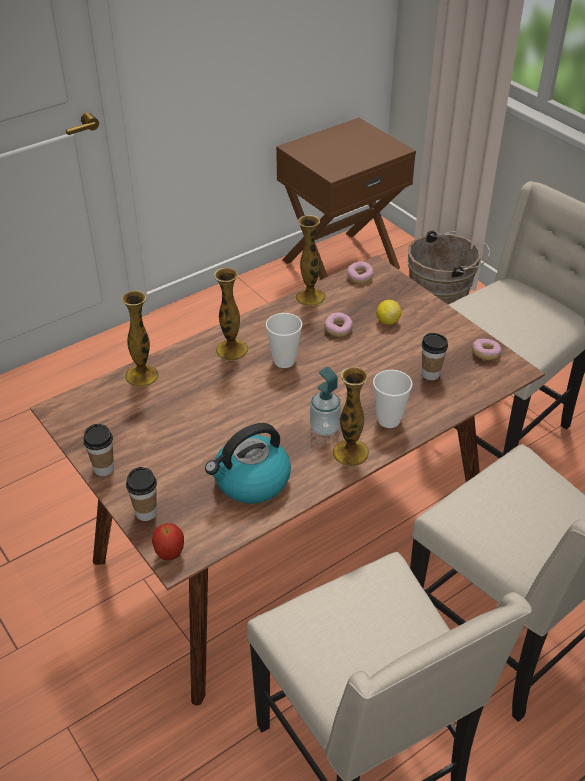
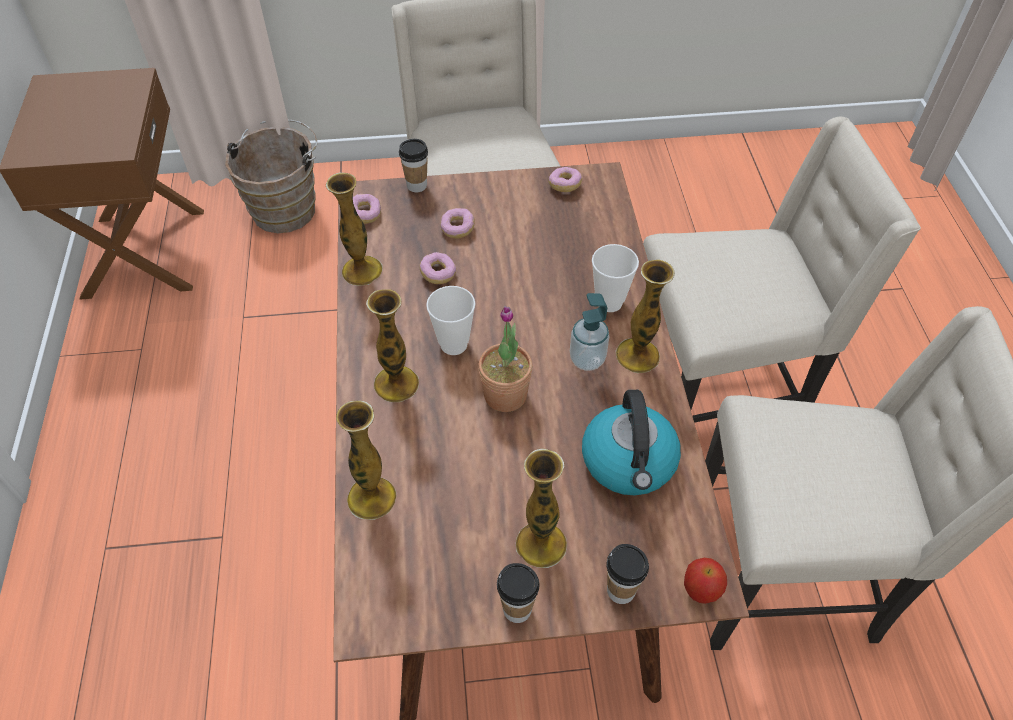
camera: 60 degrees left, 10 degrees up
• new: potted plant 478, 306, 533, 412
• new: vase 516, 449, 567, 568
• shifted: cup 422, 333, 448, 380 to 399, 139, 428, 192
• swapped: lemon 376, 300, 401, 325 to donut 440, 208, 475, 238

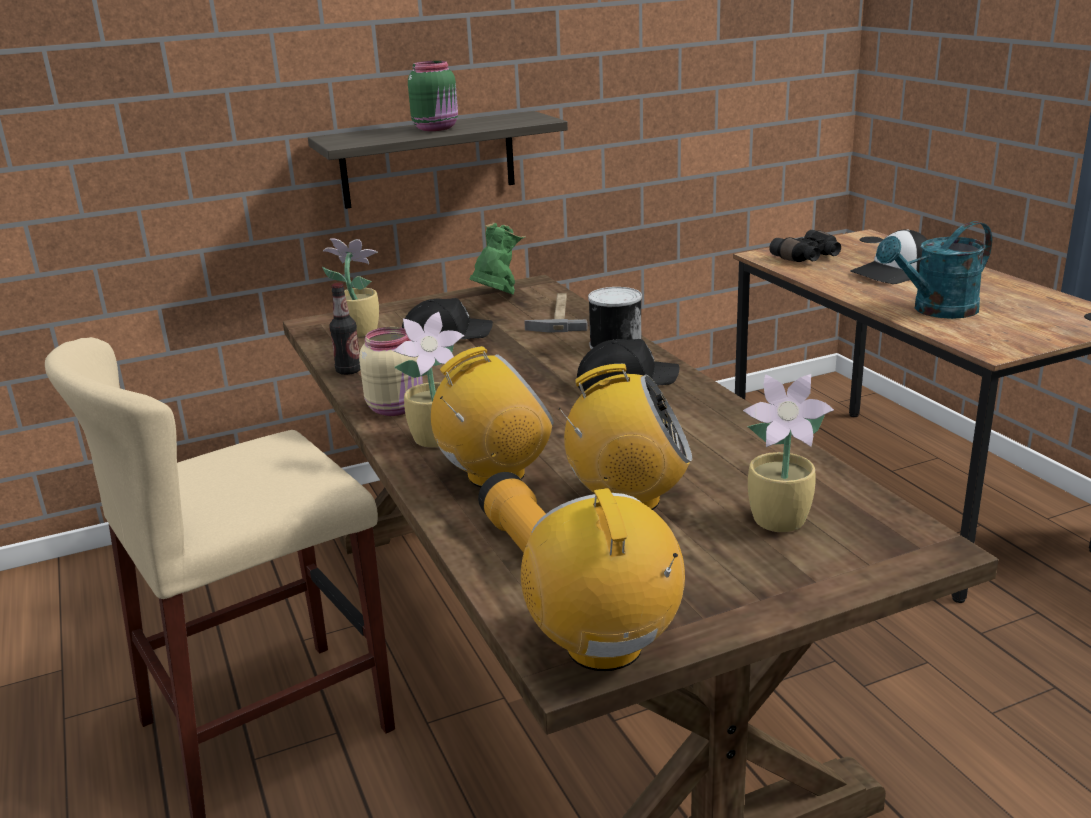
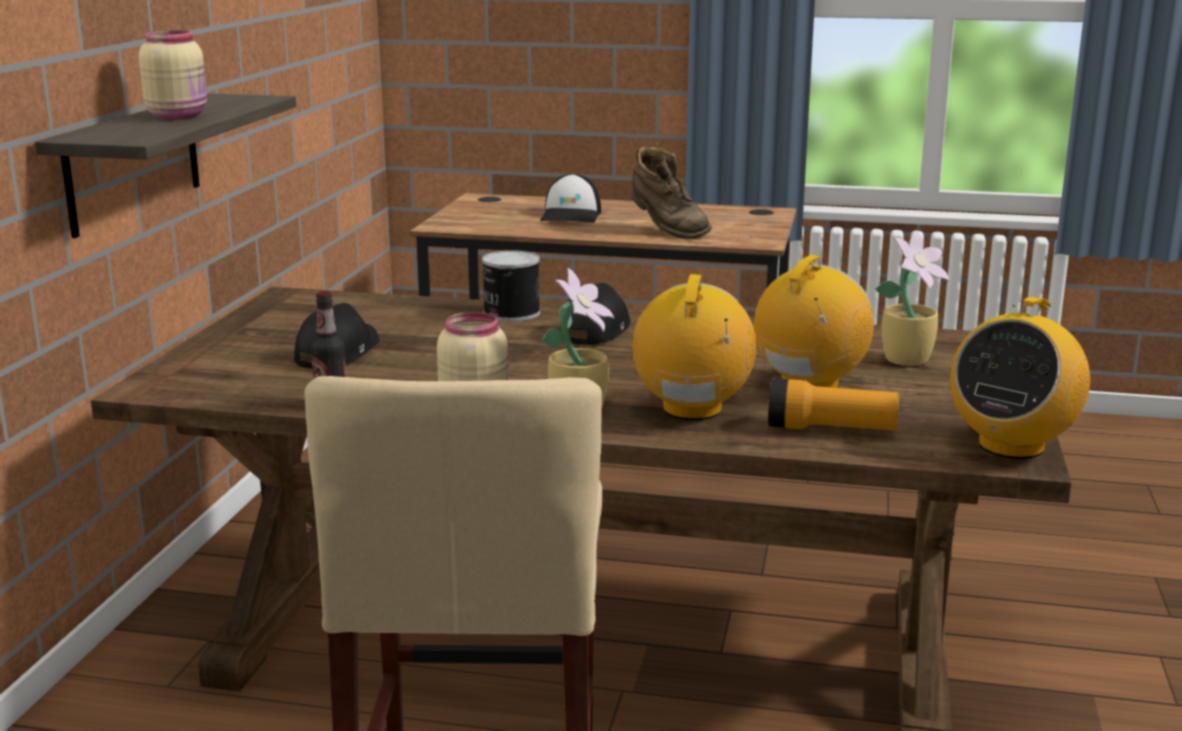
camera: 55 degrees left, 5 degrees down
• gone: potted plant 322, 238, 379, 337
• gone: boot (green) 469, 223, 526, 295
• gone: hammer 524, 293, 588, 333
• gone: binoculars (black) 769, 230, 841, 262
• swapped: watering can (turquoise) 876, 221, 992, 319 to boot (brown) 632, 147, 712, 239
• repainted: jar (green) 408, 61, 458, 131 to jar (beige) 139, 30, 207, 119
• rotated: radio 521, 488, 685, 671 = 950, 297, 1090, 459 75 degrees counterclockwise

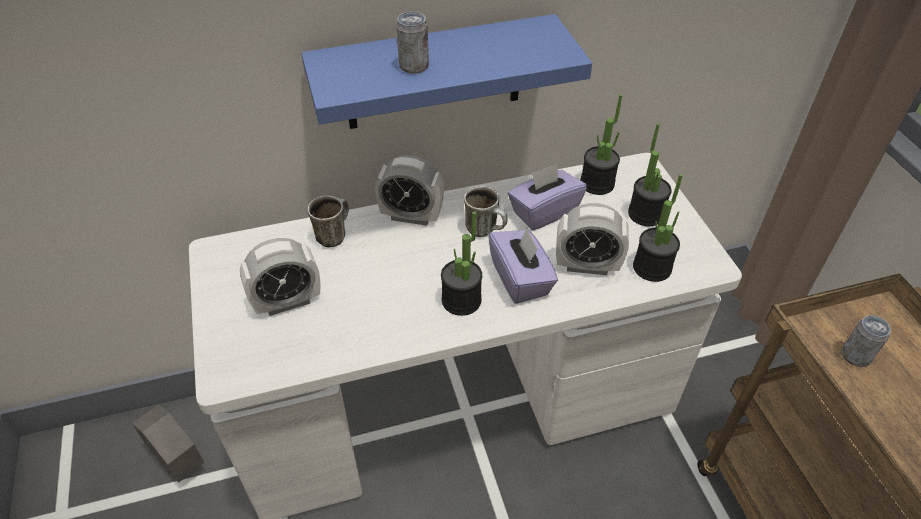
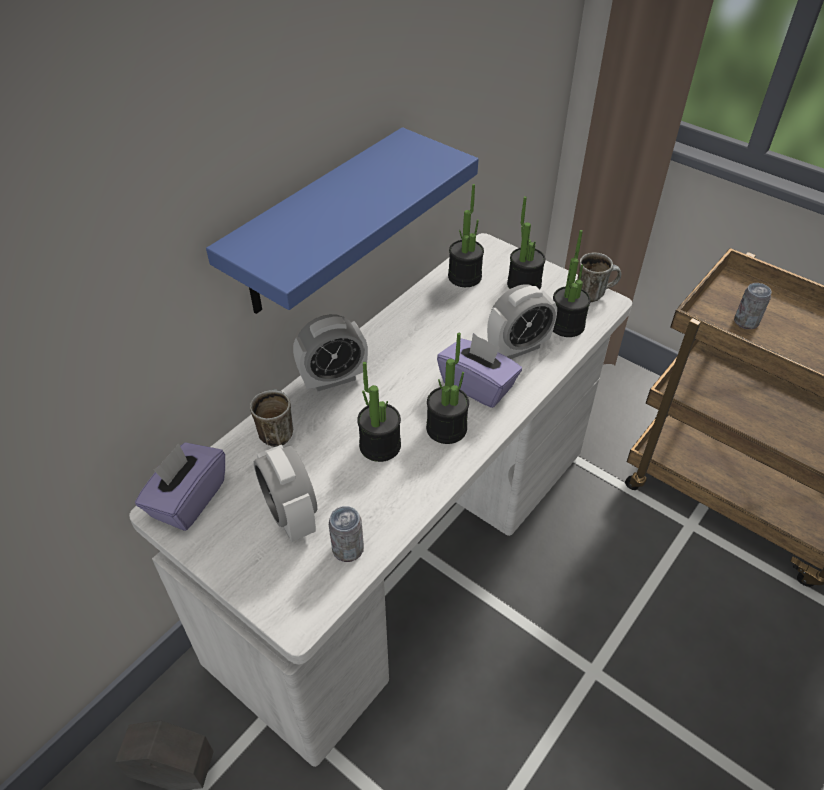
camera: 35 degrees left, 0 degrees up
• new: potted plant 357, 362, 401, 462
• shifted: can 396, 12, 429, 74 to 329, 506, 364, 562
• shifted: mug 464, 186, 508, 237 to 577, 252, 621, 302
• shifted: tissue box (purple) 508, 163, 587, 230 to 135, 442, 225, 531
• rotated: alarm clock 240, 238, 321, 316 = 254, 445, 317, 542 120 degrees clockwise

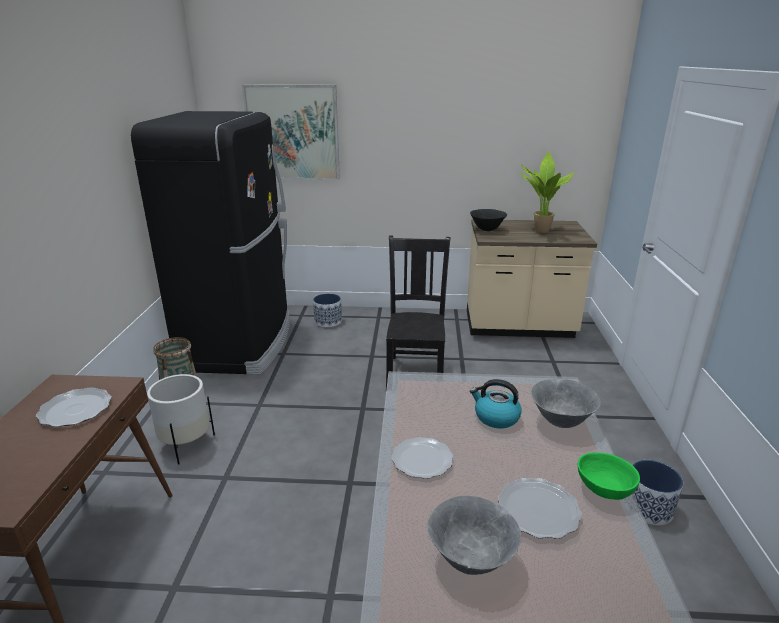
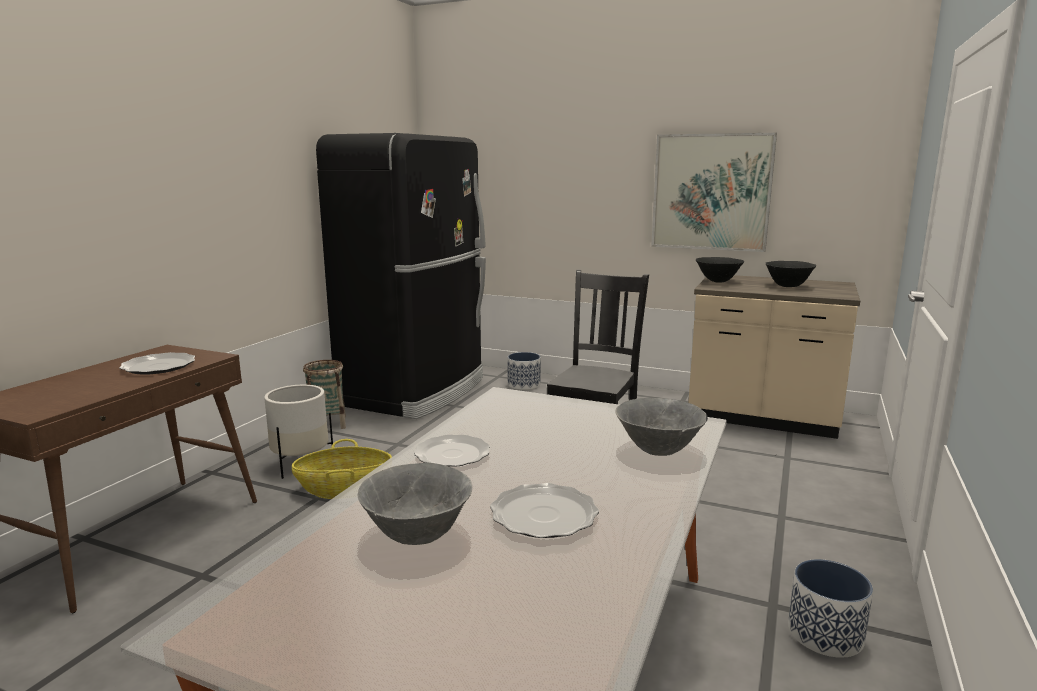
camera: 20 degrees right, 10 degrees down
• gone: kettle 470, 379, 522, 428
• gone: bowl (green) 578, 452, 640, 500
• new: basket 292, 439, 392, 499
• shifted: picture 242, 85, 340, 180 to 651, 133, 777, 252
• swapped: potted plant 521, 152, 575, 233 to bowl (black) 766, 261, 816, 287

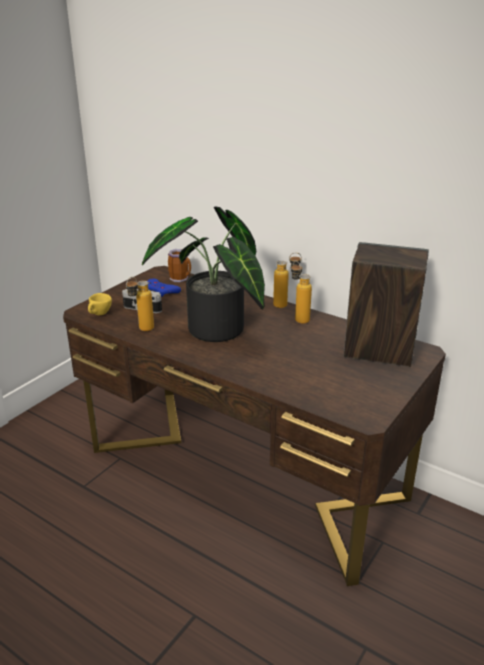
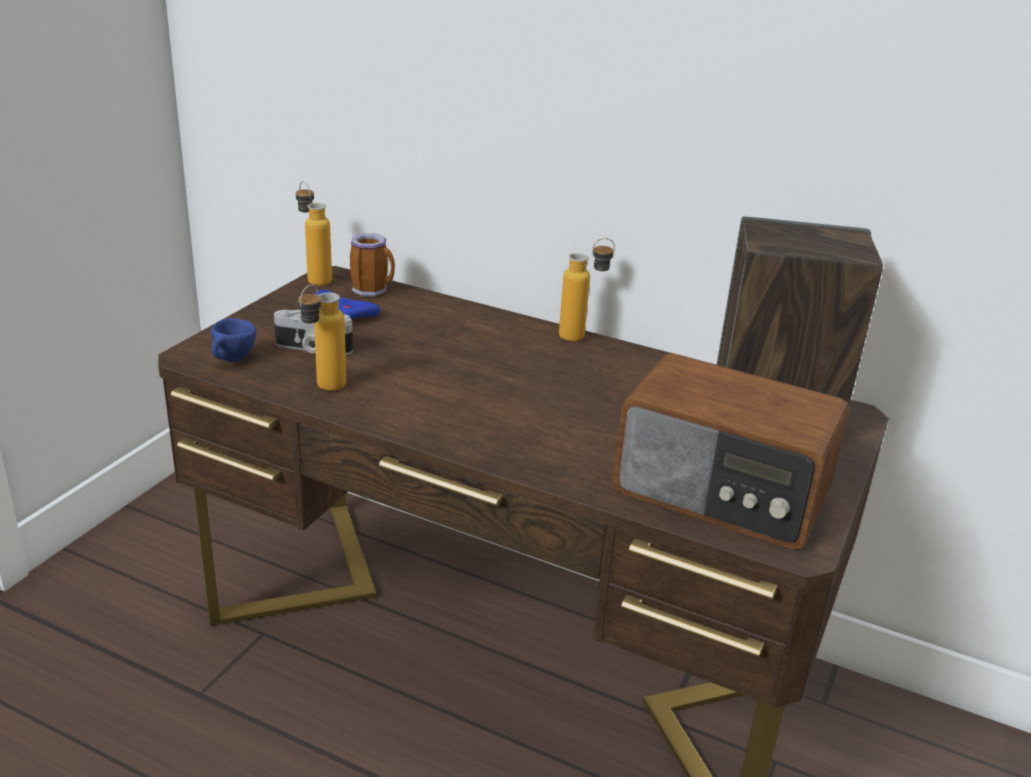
camera: 10 degrees left, 0 degrees up
• gone: potted plant 142, 206, 265, 342
• new: radio 613, 353, 849, 549
• shifted: bottle 291, 261, 312, 324 to 296, 181, 332, 286
• repainted: cup (yellow) 88, 293, 112, 315 to cup (blue) 211, 318, 256, 362

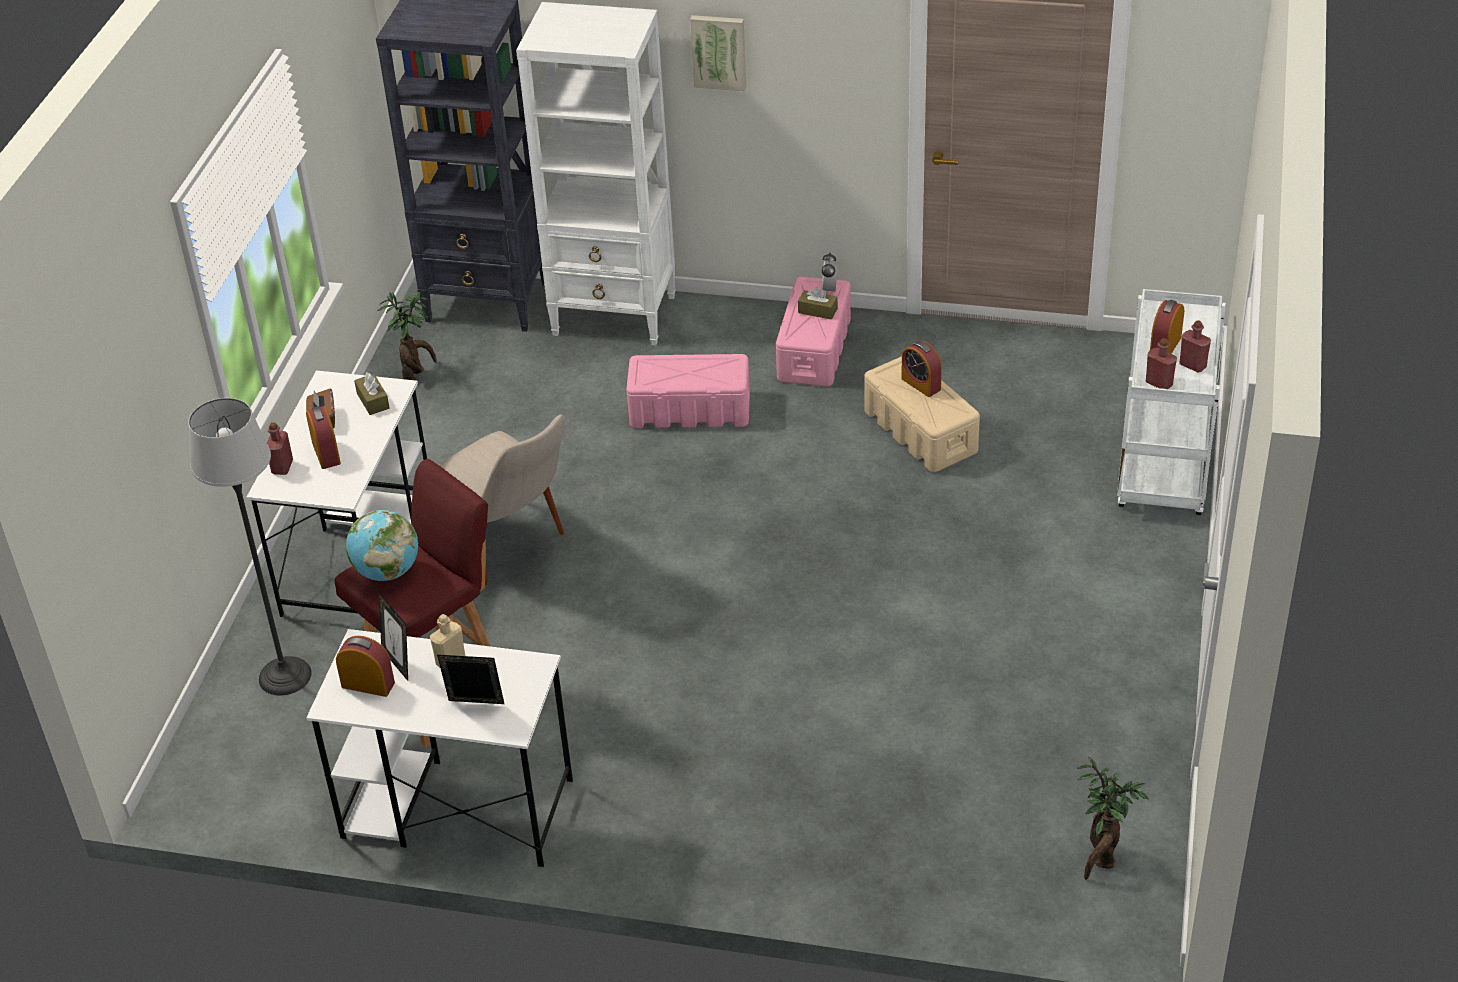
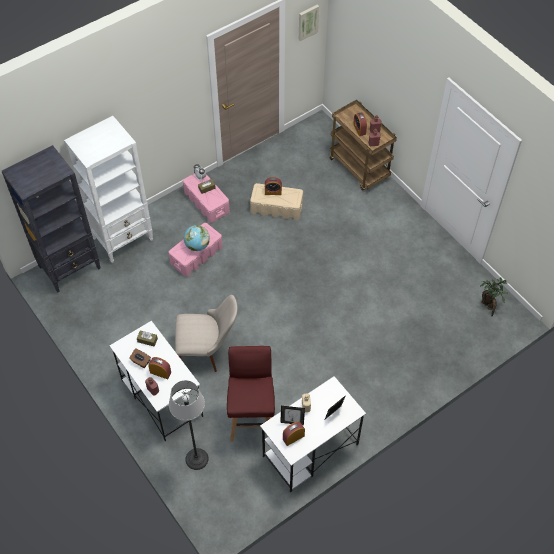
camera: 50 degrees left, 15 degrees up
• gone: potted plant 378, 292, 437, 381
• shifted: globe 346, 510, 419, 581 to 184, 225, 210, 251
• shifted: picture 690, 15, 746, 91 to 299, 5, 319, 41
• repainted: cart (white) 1117, 289, 1226, 515 to cart (brown) 329, 100, 397, 191

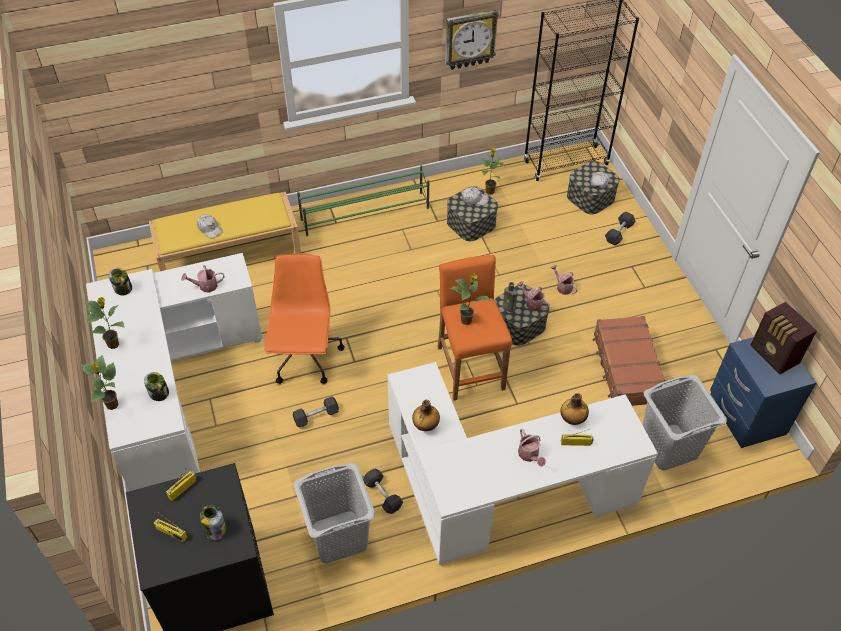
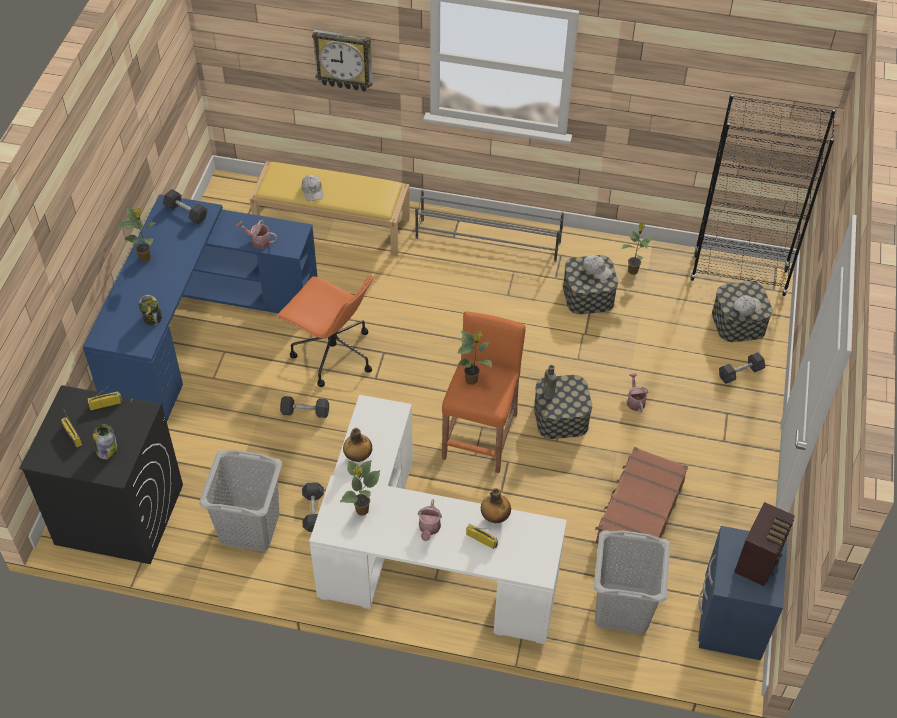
camera: 30 degrees right, 0 degrees up
• gone: watering can 517, 281, 549, 311
• shifted: potted plant 82, 355, 118, 410 to 340, 460, 380, 515
• shifted: wall clock 445, 9, 499, 70 to 312, 29, 373, 91
• swapped: jar 109, 268, 132, 295 to dumbbell (grey) 163, 189, 208, 224
• repainted: desk (white) 86, 253, 263, 491 to desk (blue) 83, 195, 317, 421
• repainted: shoe rack (green) 297, 165, 429, 236 to shoe rack (grey) 415, 189, 564, 262
• rotated: office chair (orange) 264, 253, 345, 384 = 276, 275, 373, 387 90 degrees clockwise
• rotated: radio 750, 302, 817, 374 = 734, 502, 795, 586 150 degrees counterclockwise

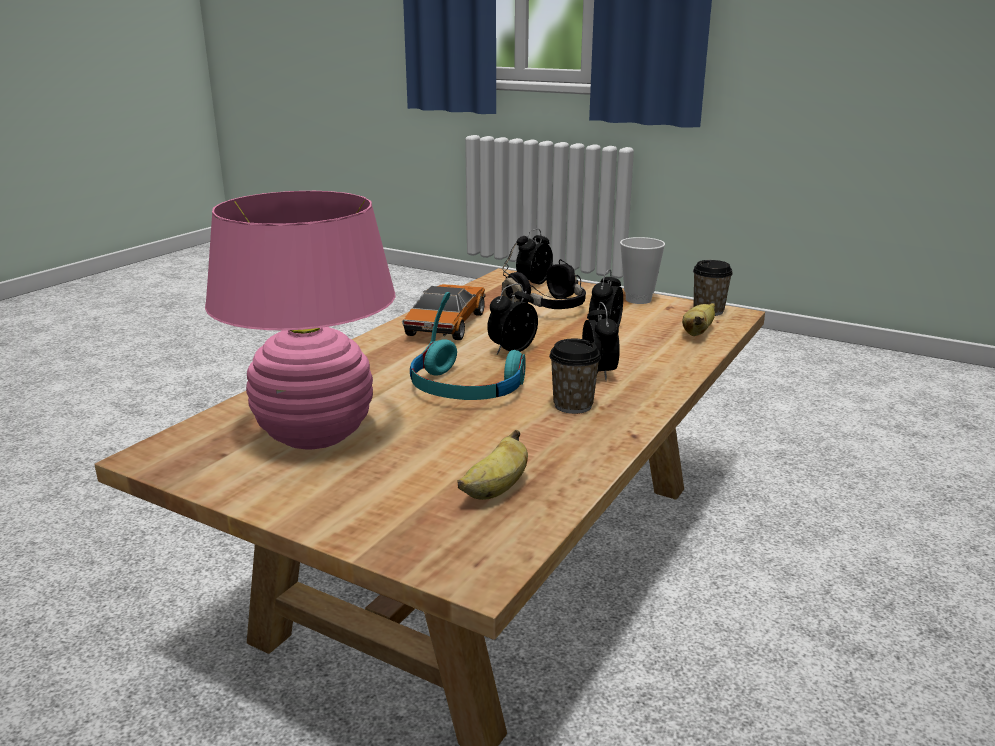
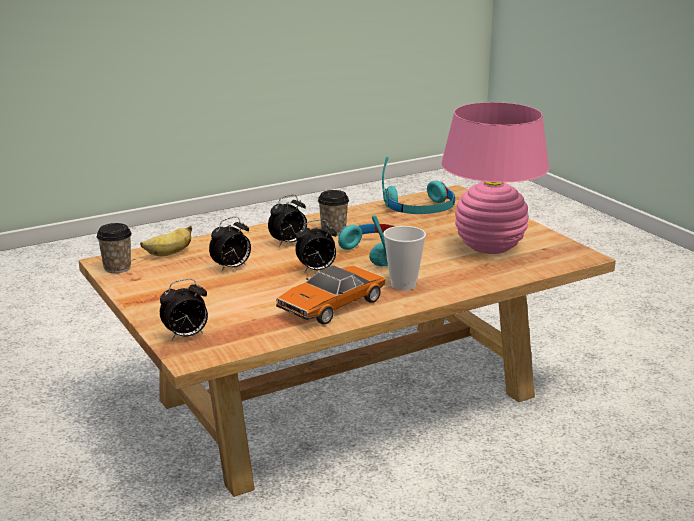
camera: 150 degrees left, 0 degrees up
• gone: headphones (black) 502, 236, 586, 309
• shifted: cup 620, 237, 665, 304 to 383, 226, 426, 291
• swapped: banana 457, 430, 528, 500 to headphones (turquoise) 382, 156, 455, 214
• rotated: alarm clock 582, 302, 620, 380 = 268, 195, 307, 247 150 degrees counterclockwise

